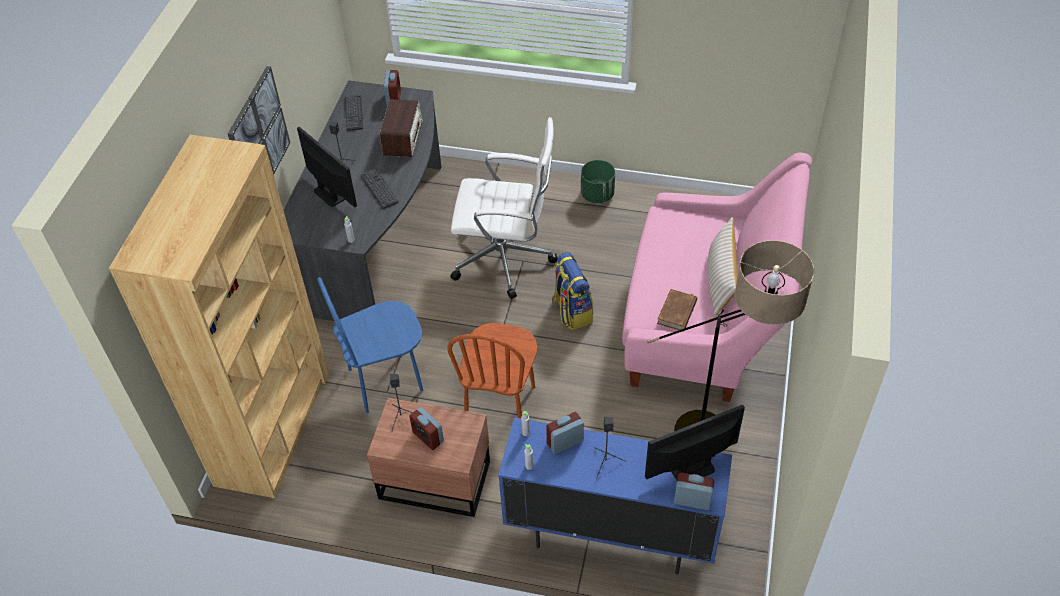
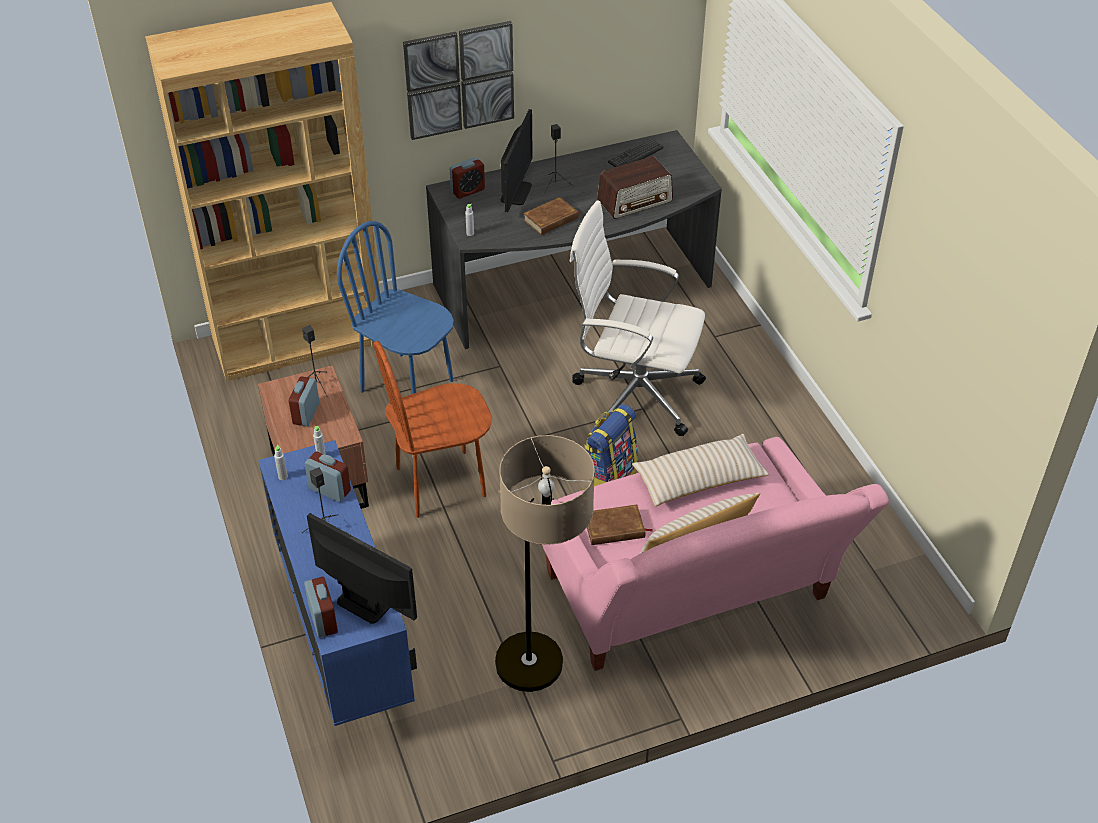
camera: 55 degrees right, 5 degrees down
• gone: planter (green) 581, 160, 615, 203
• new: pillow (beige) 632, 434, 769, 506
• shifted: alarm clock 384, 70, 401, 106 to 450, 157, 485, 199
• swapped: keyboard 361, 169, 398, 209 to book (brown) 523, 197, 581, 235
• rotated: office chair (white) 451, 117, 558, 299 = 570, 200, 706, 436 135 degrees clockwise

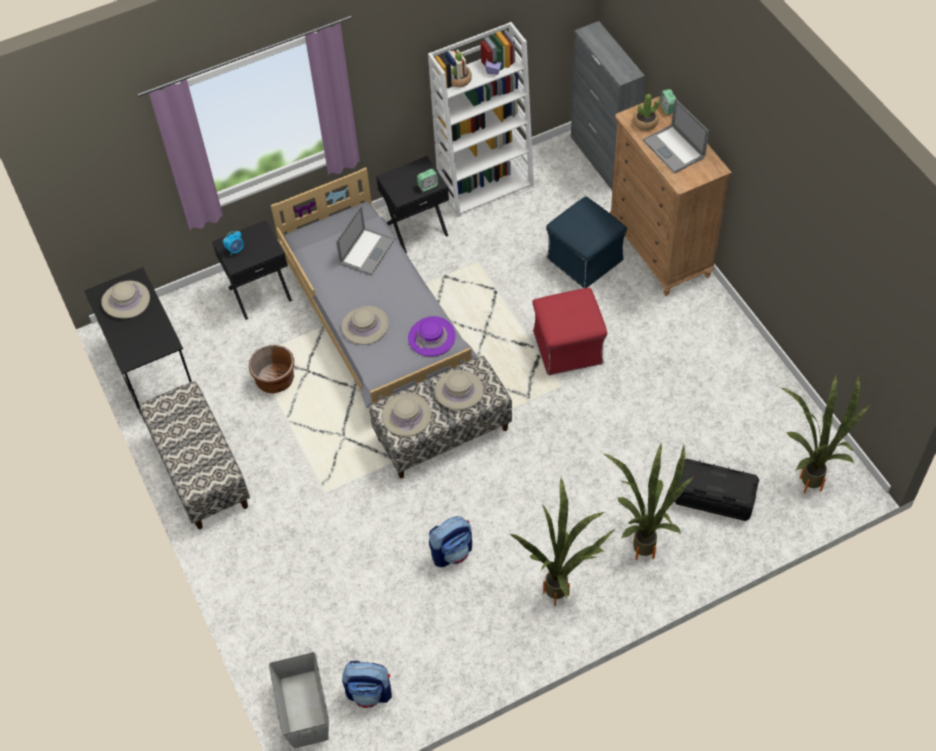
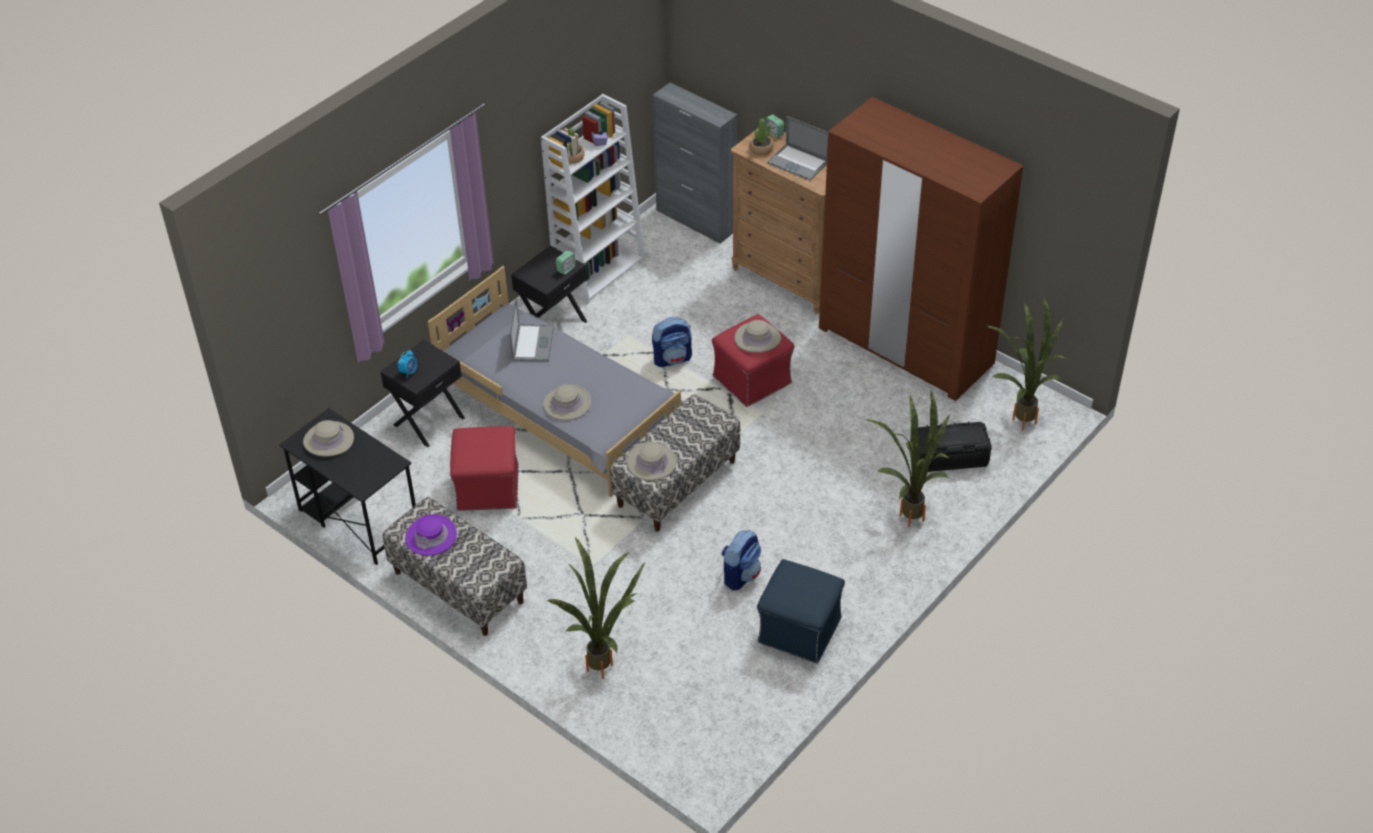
camera: 25 degrees left, 10 degrees down
• gone: storage box (grey) 269, 652, 329, 749
• new: wardrobe (brown) 819, 97, 1024, 401
• shifted: backpack 342, 661, 392, 708 to 652, 317, 692, 367
• shifted: hat (purple) 408, 316, 455, 356 to 405, 514, 457, 556
• shifted: hat (beige) 435, 370, 484, 410 to 735, 320, 781, 353
• shifted: potted plant 510, 478, 616, 606 to 547, 537, 646, 679
• shifted: ottoman (blue) 546, 196, 627, 288 to 757, 559, 845, 664
• swapped: planter (brown) 249, 345, 294, 393 to ottoman (red) 450, 426, 519, 511

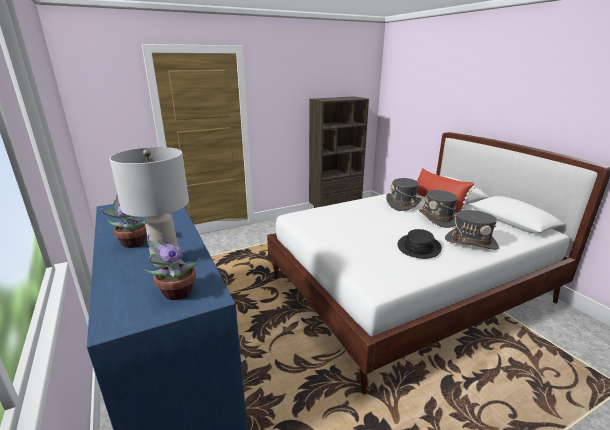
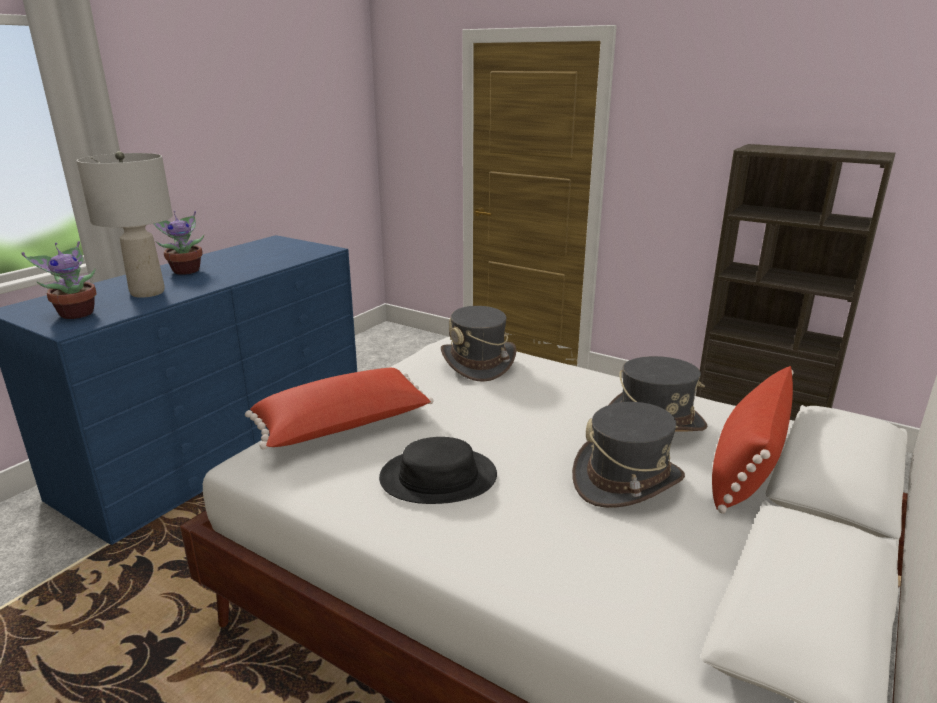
camera: 60 degrees right, 0 degrees up
• new: pillow (red) 245, 368, 434, 449
• shifted: hat (grey) 445, 210, 499, 250 to 441, 306, 516, 382

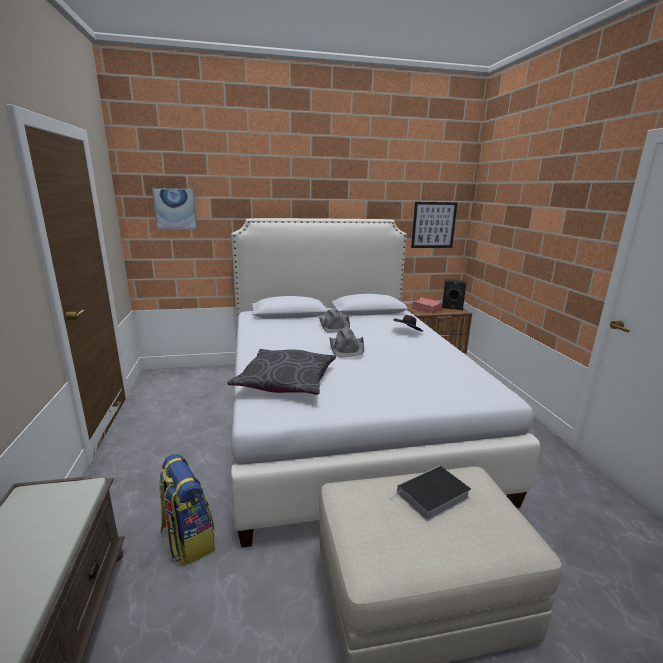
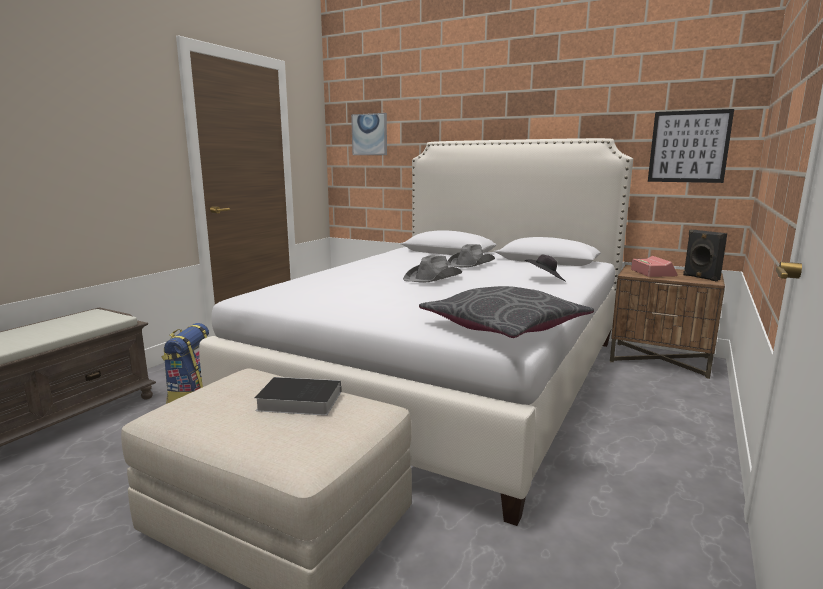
camera: 40 degrees right, 5 degrees down
• shifted: pillow (grey) 227, 349, 336, 395 to 419, 286, 594, 338

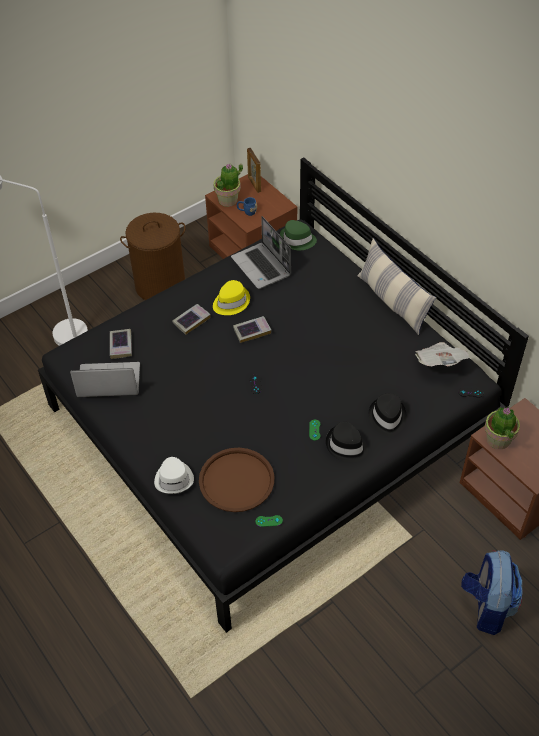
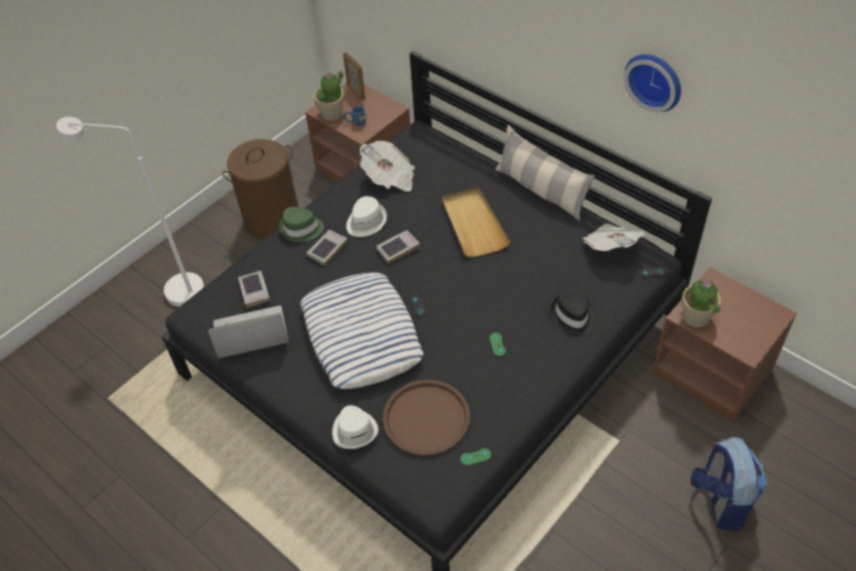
camera: 10 degrees left, 0 degrees up
• gone: hat (black) 326, 422, 368, 462
• new: pillow 300, 272, 424, 389
• new: tray (beige) 442, 188, 510, 257
• new: wall clock 624, 54, 681, 112
• shifted: hat (green) 280, 220, 317, 250 to 279, 207, 324, 242
• swapped: laptop 231, 216, 291, 289 to newspaper 360, 141, 415, 192
• repainted: hat (yellow) 213, 280, 250, 315 to hat (white) 346, 196, 387, 237

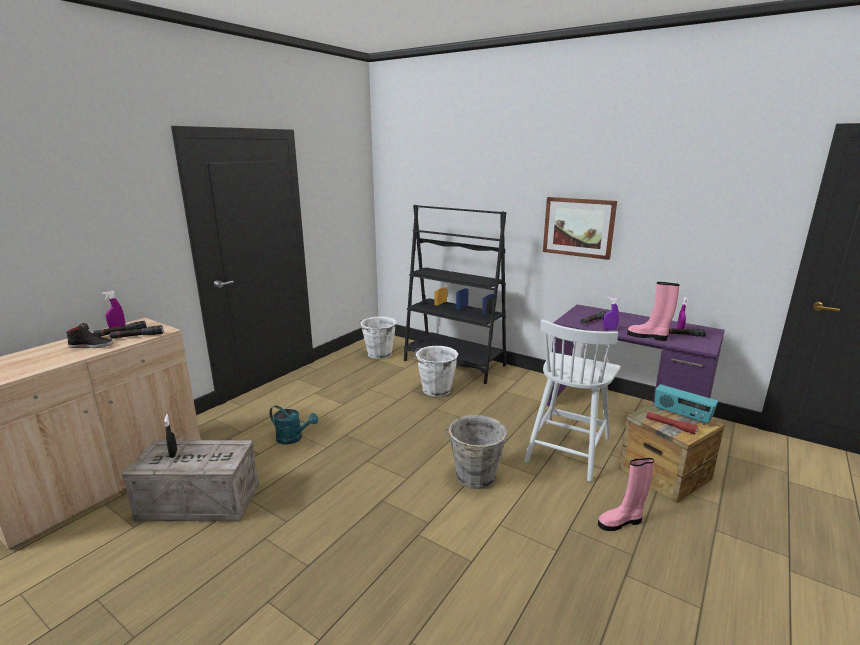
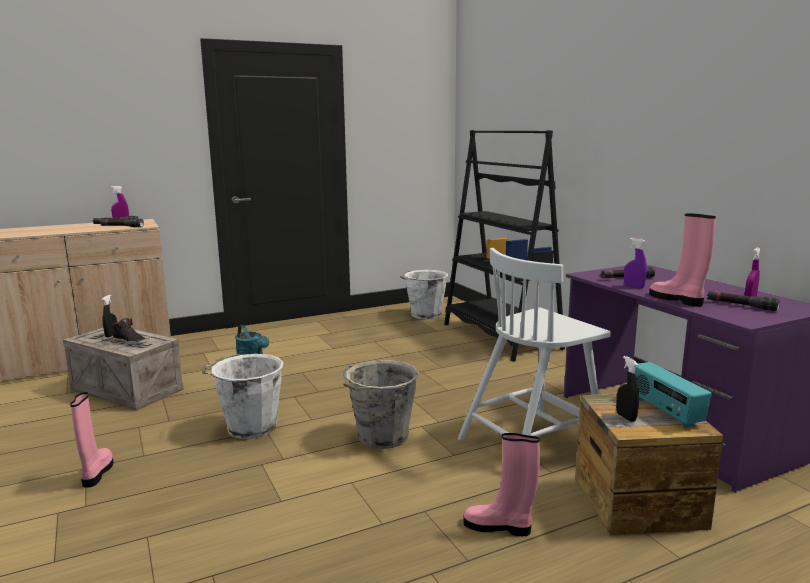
camera: 30 degrees right, 5 degrees down
• gone: picture 543, 197, 617, 260
• new: boot (pink) 70, 392, 114, 488
• shifted: shoe (black) 66, 323, 113, 348 to 112, 318, 146, 345
• shifted: bucket (white) 414, 346, 458, 397 to 202, 354, 284, 439
• swapped: flashlight (red) 646, 412, 698, 435 to spray bottle (black) 616, 356, 639, 422

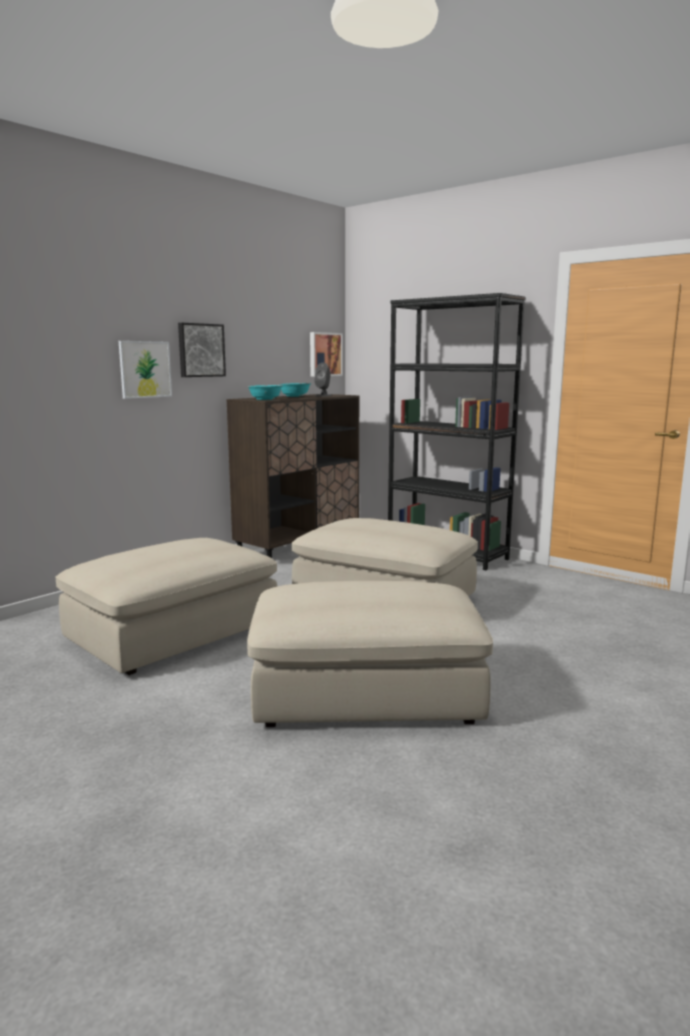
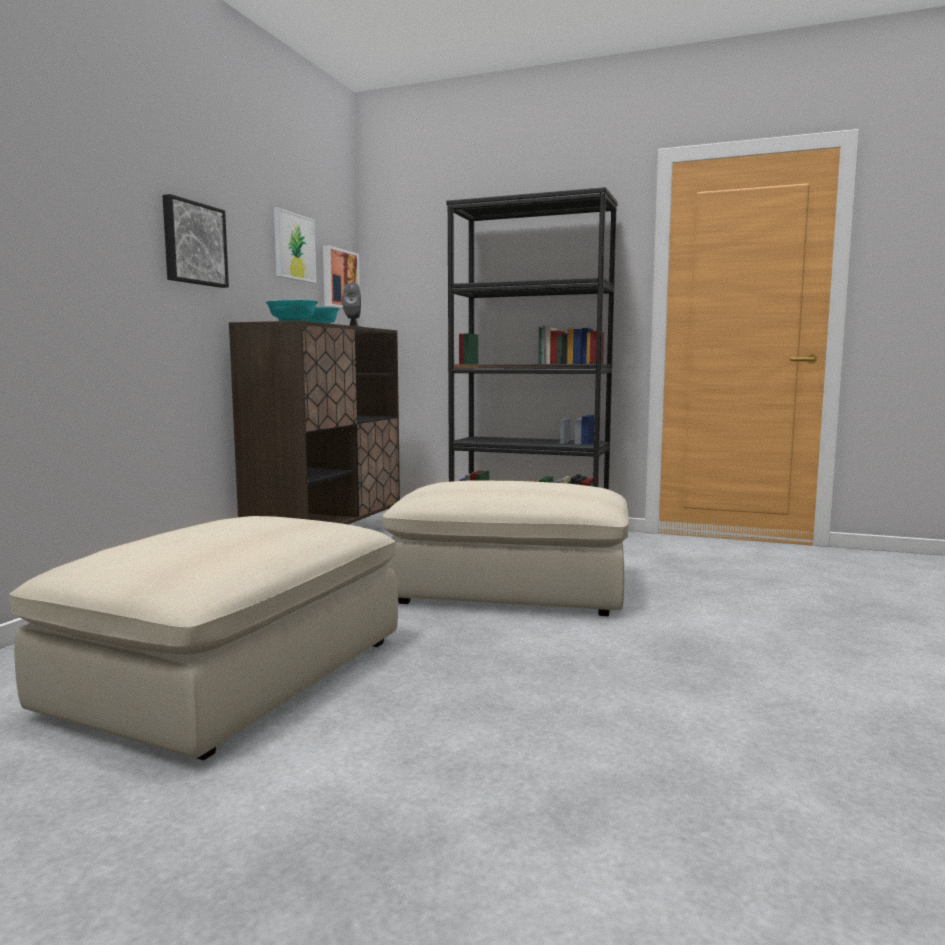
camera: 20 degrees left, 5 degrees down
• gone: ottoman (beige) 247, 581, 493, 727
• shifted: picture 119, 341, 172, 399 to 274, 207, 316, 283

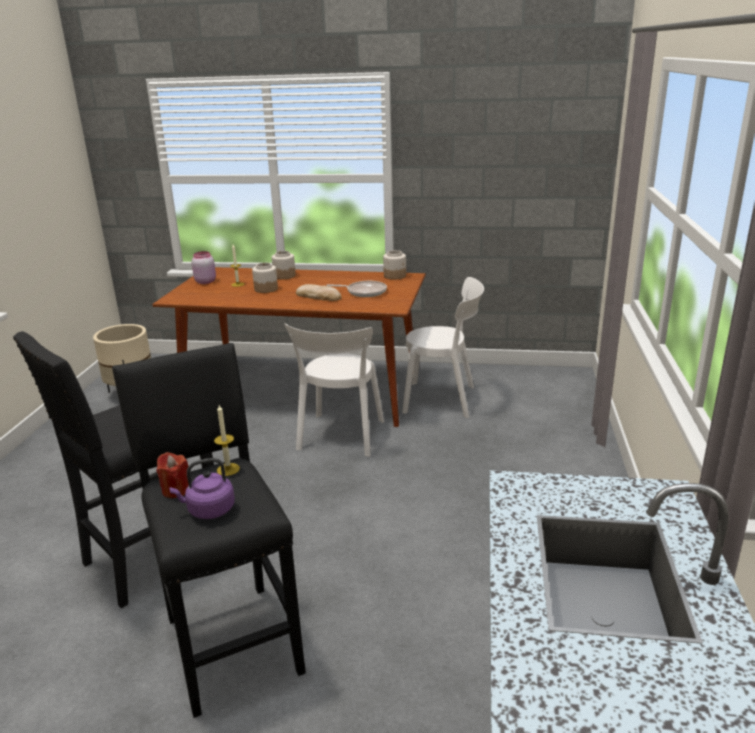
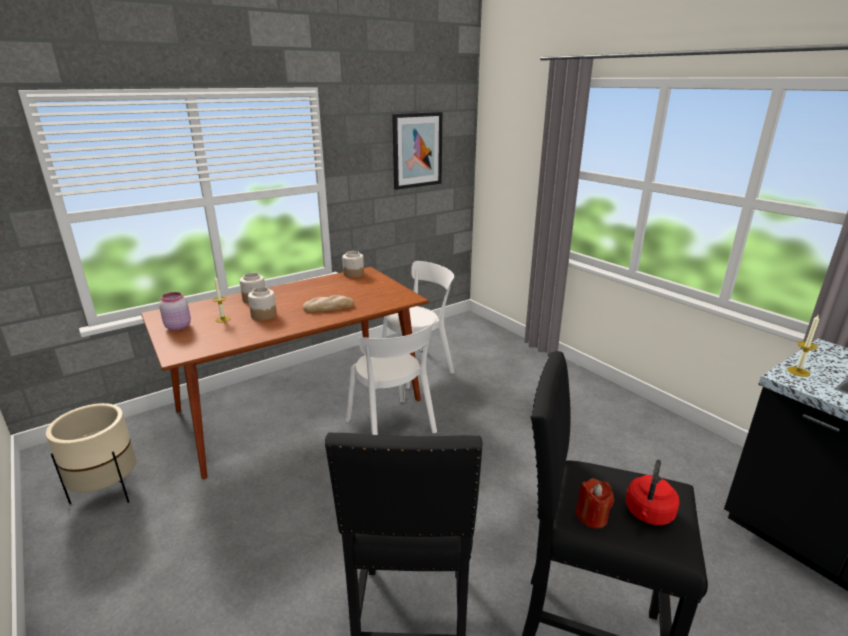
camera: 45 degrees left, 0 degrees up
• gone: frying pan 326, 281, 387, 297
• new: picture 392, 112, 442, 190
• shifted: candle 214, 405, 240, 476 to 787, 315, 819, 377
• repainted: kettle (purple) 169, 458, 235, 519 to kettle (red) 626, 459, 679, 525

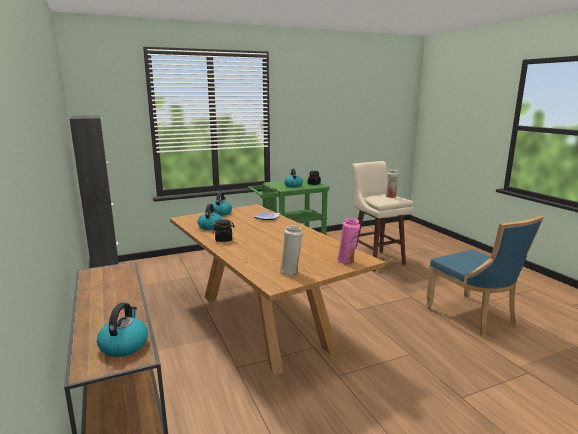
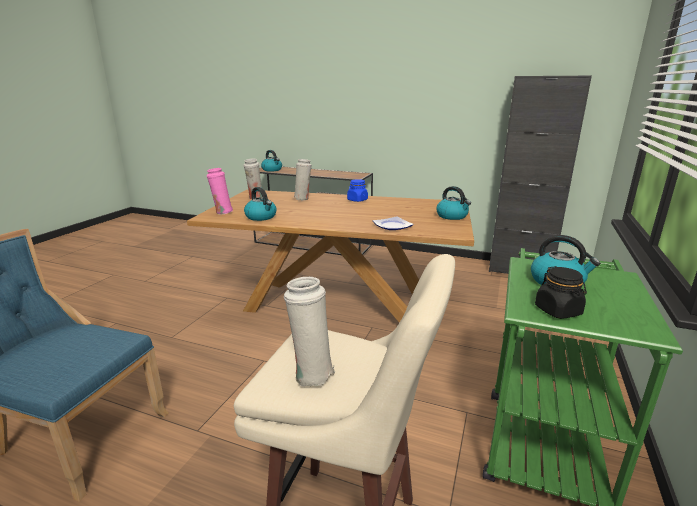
camera: 135 degrees right, 5 degrees up
• new: vase (white) 294, 159, 312, 200
• shifted: kettle 198, 204, 223, 230 to 244, 187, 277, 221
• repainted: jar (black) 213, 219, 235, 242 to jar (blue) 347, 179, 368, 202

